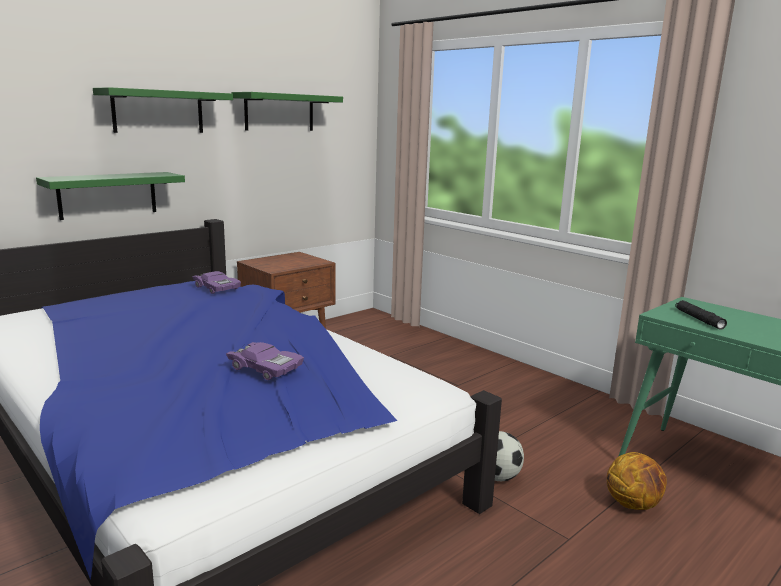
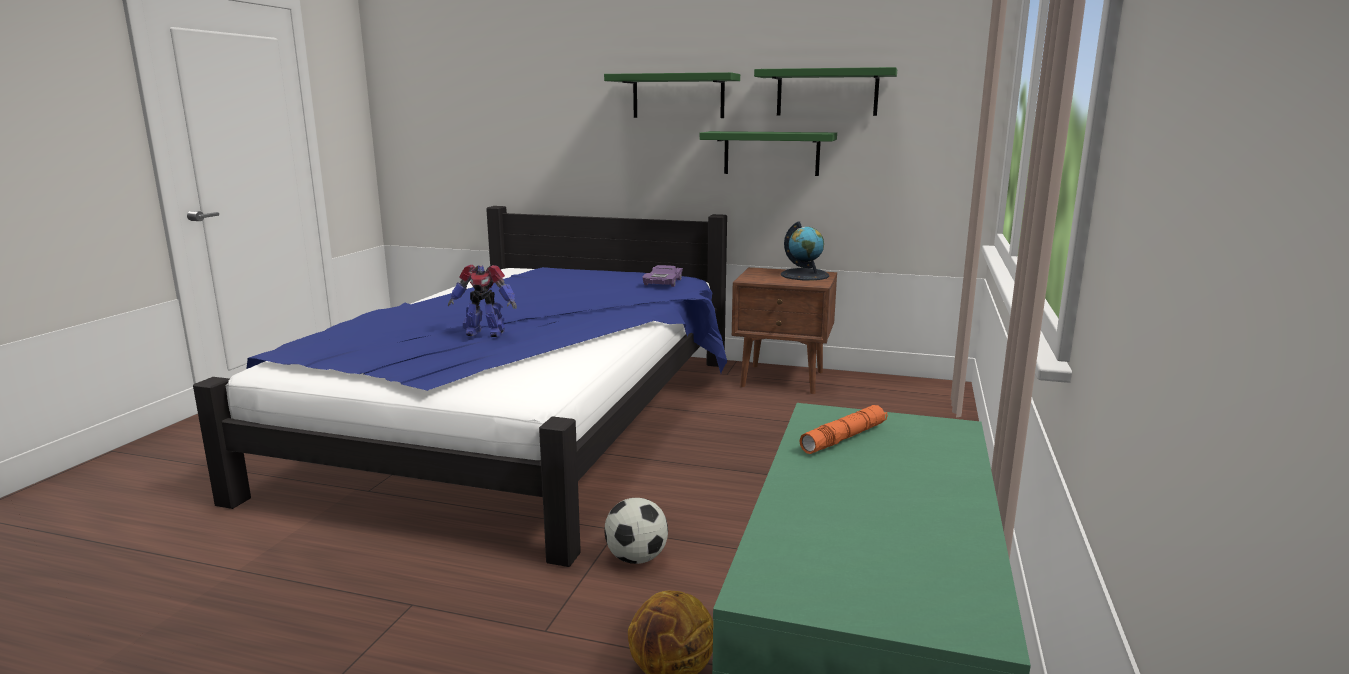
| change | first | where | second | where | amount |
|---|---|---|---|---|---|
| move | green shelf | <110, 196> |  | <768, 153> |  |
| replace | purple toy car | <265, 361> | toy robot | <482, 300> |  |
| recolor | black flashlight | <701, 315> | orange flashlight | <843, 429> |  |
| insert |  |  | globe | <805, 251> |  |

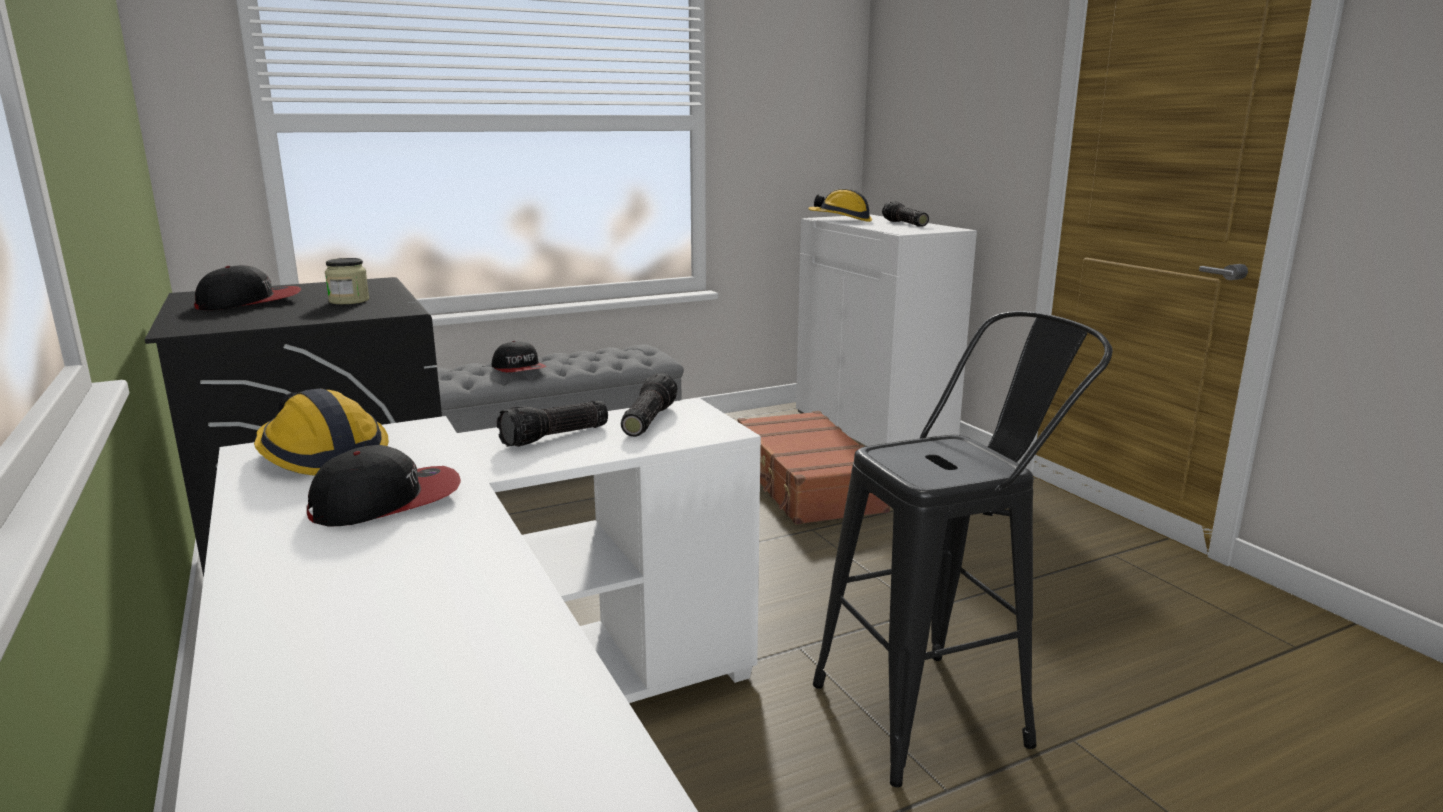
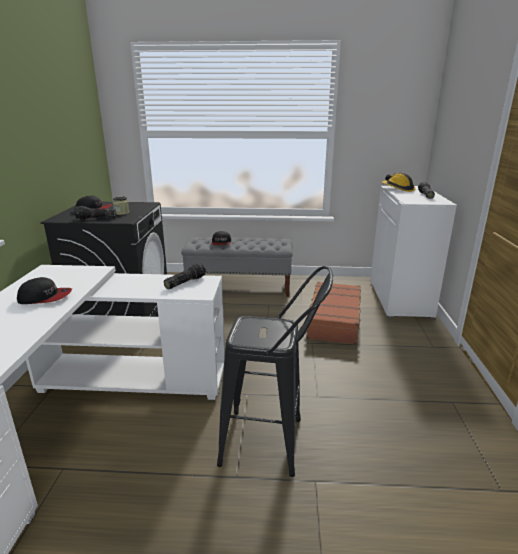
| change | first | where | second | where | amount |
|---|---|---|---|---|---|
| delete | hard hat | <321, 431> |  |  |  |
| move | flashlight | <552, 424> |  | <95, 212> |  |

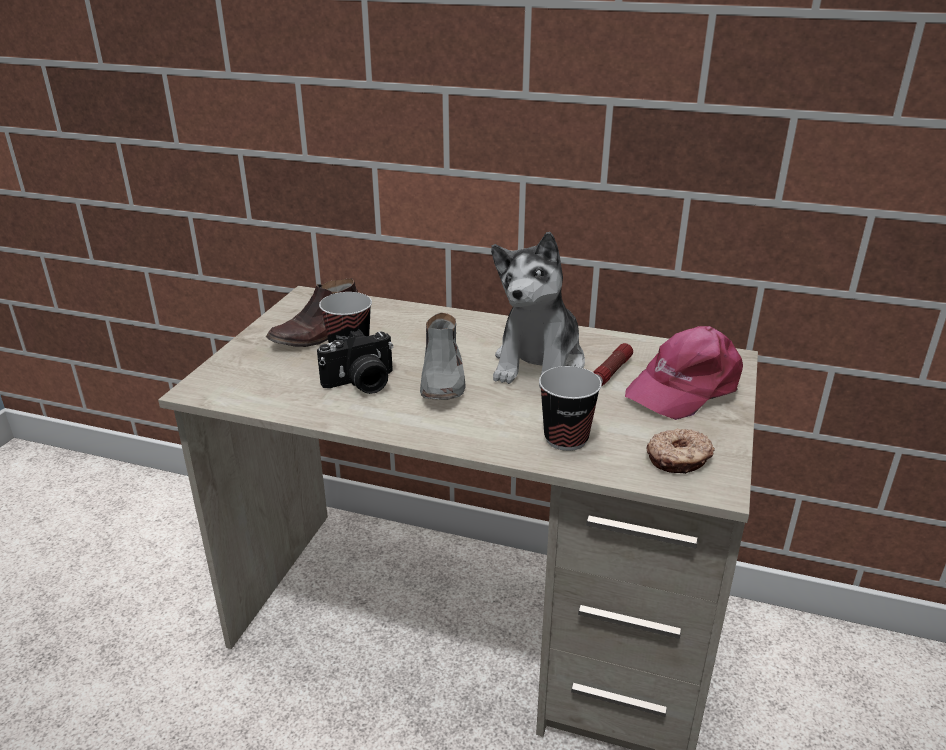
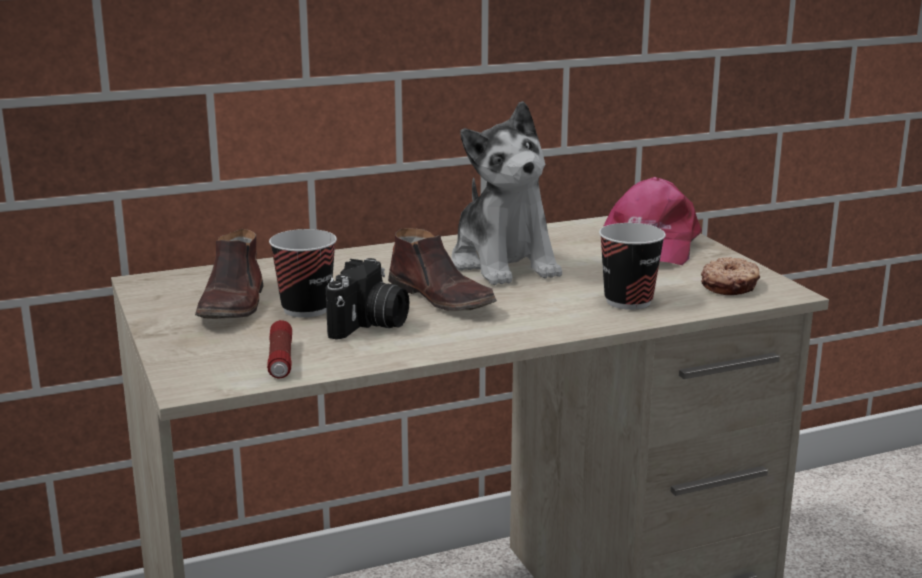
| change | first | where | second | where | amount |
|---|---|---|---|---|---|
| recolor | grey shoe | <443, 356> | brown shoe | <442, 269> |  |
| move | flashlight | <613, 364> |  | <279, 349> |  |

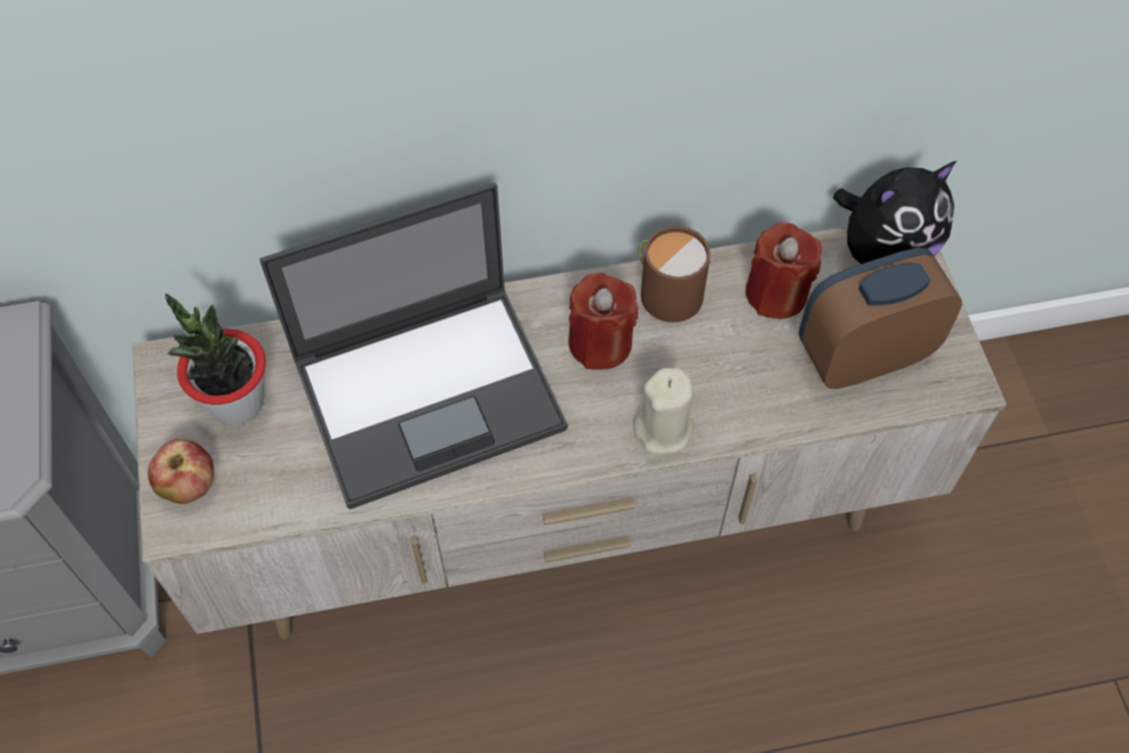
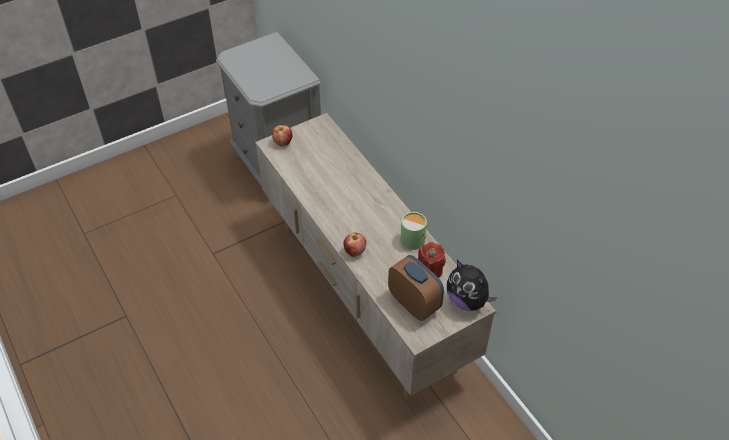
| change | first | where | second | where | amount |
|---|---|---|---|---|---|
| delete | potted plant | <215, 359> |  |  |  |
| delete | laptop | <414, 346> |  |  |  |
| delete | red candle | <603, 321> |  |  |  |
| replace | beige candle | <663, 410> | apple | <355, 244> |  |
| recolor | brown mug | <674, 274> | green mug | <414, 231> |  |

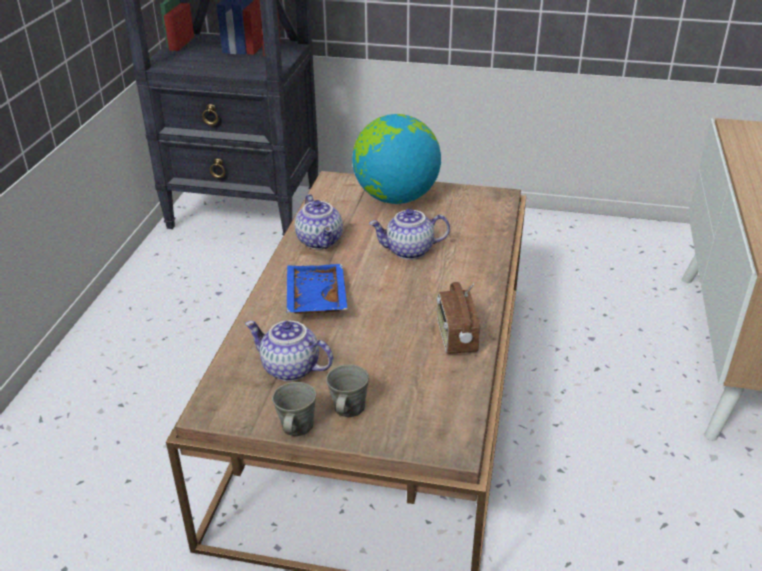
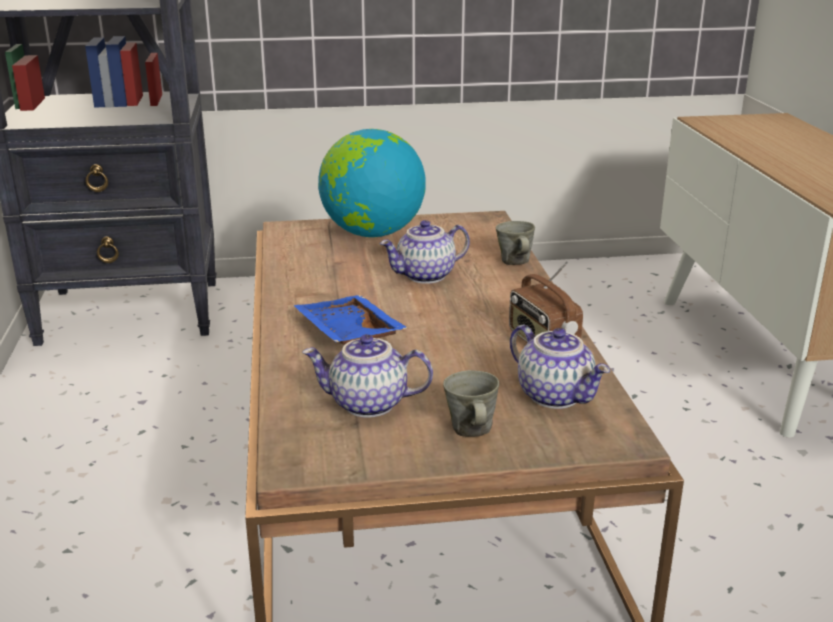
| change | first | where | second | where | amount |
|---|---|---|---|---|---|
| move | grey mug | <294, 409> |  | <515, 243> |  |
| move | teapot | <319, 221> |  | <560, 366> |  |

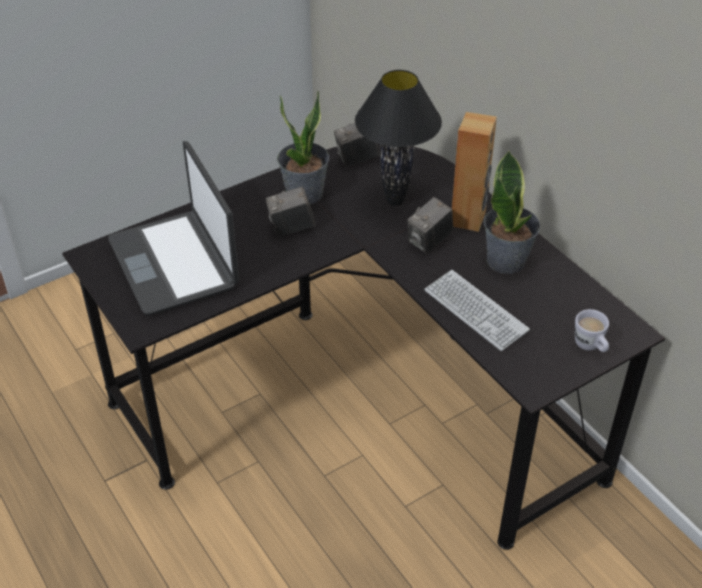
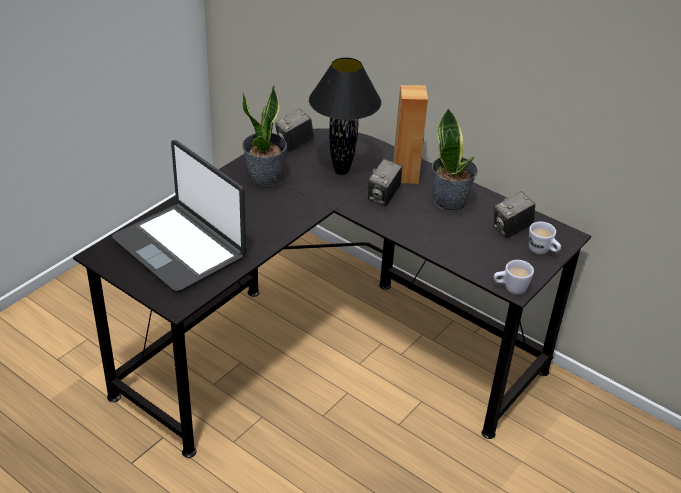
| change | first | where | second | where | amount |
|---|---|---|---|---|---|
| move | photo camera | <290, 211> |  | <514, 214> |  |
| delete | keyboard | <477, 310> |  |  |  |
| insert |  |  | white mug | <514, 277> |  |

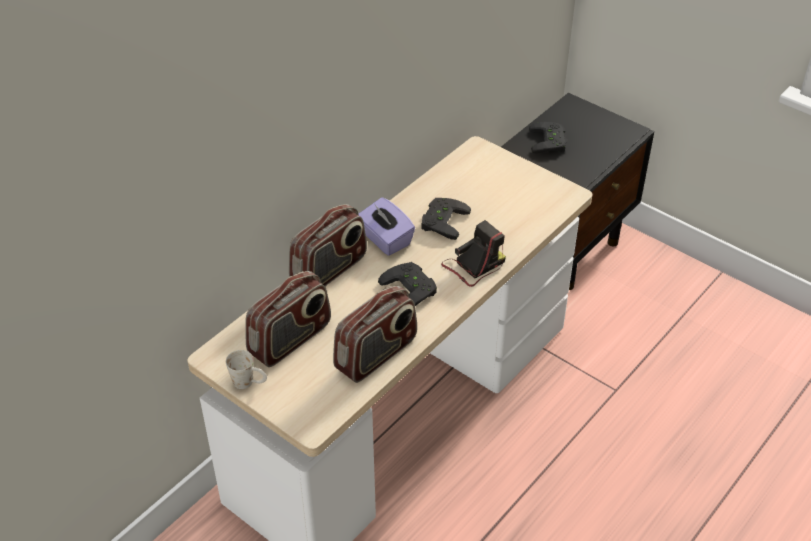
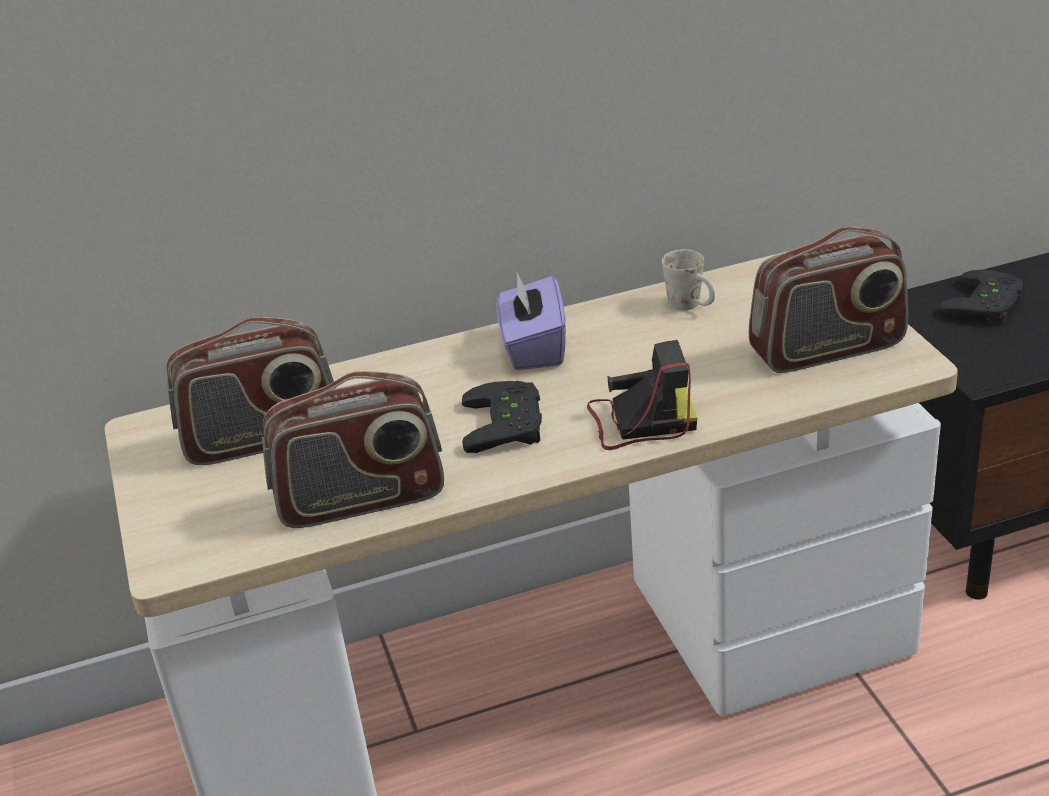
| change | first | where | second | where | amount |
|---|---|---|---|---|---|
| move | white mug | <246, 369> |  | <688, 279> |  |
| move | radio | <328, 245> |  | <828, 300> |  |
| delete | black game controller | <446, 219> |  |  |  |

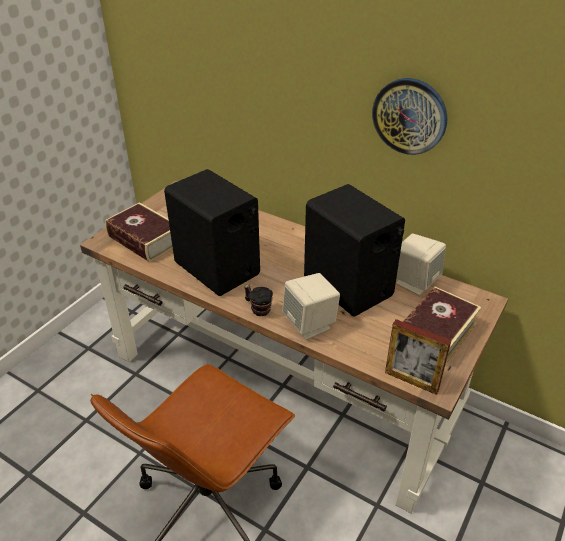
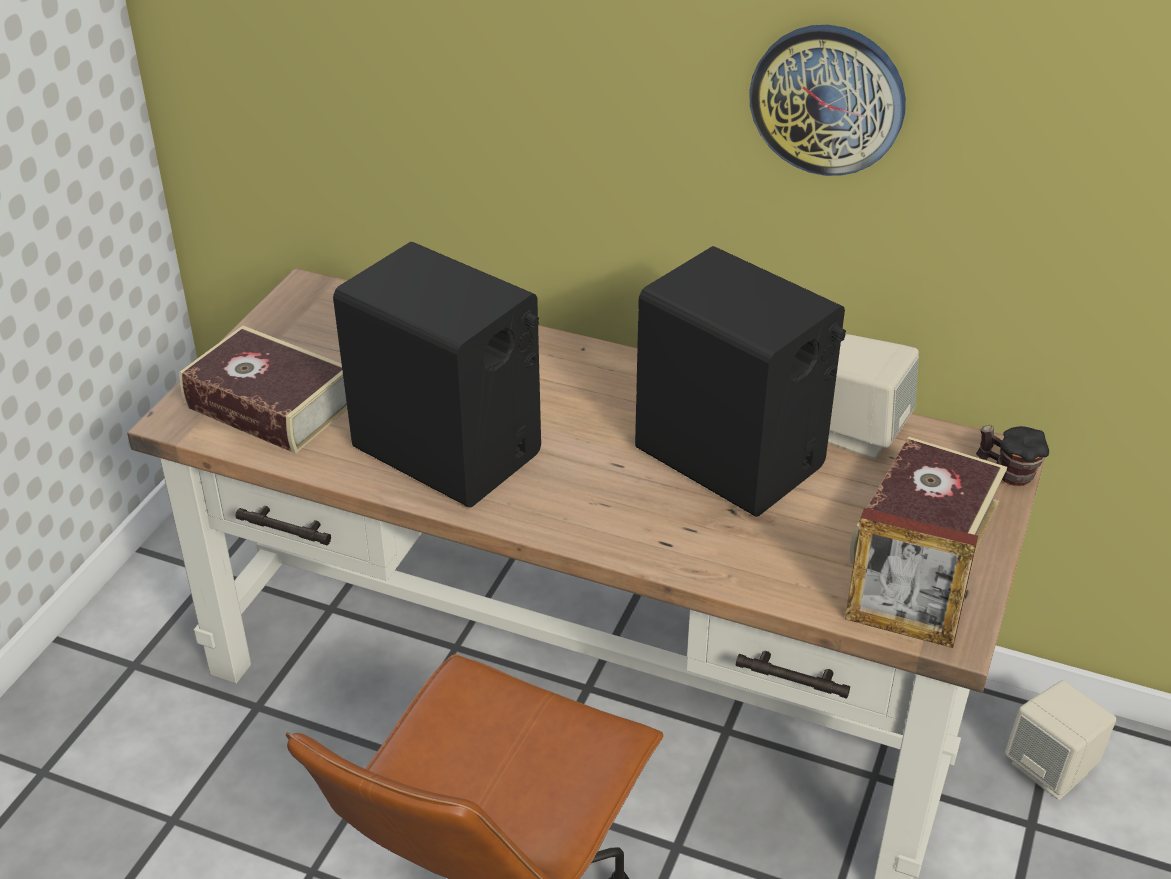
| change | first | where | second | where | amount |
|---|---|---|---|---|---|
| move | mug | <258, 300> |  | <1012, 455> |  |
| move | beige speaker | <311, 306> |  | <1060, 740> |  |

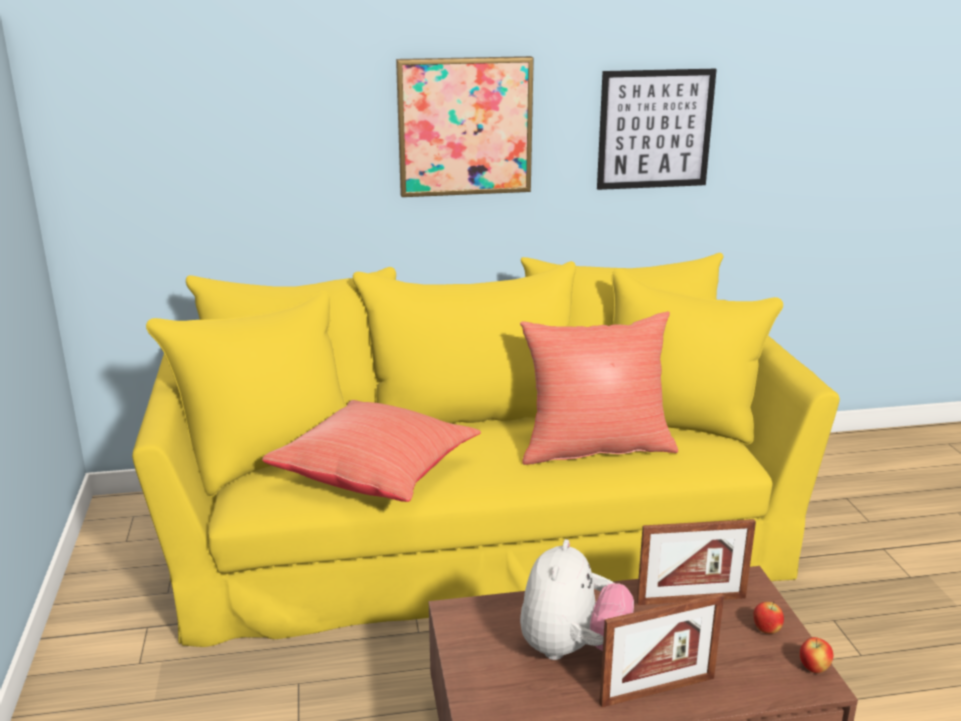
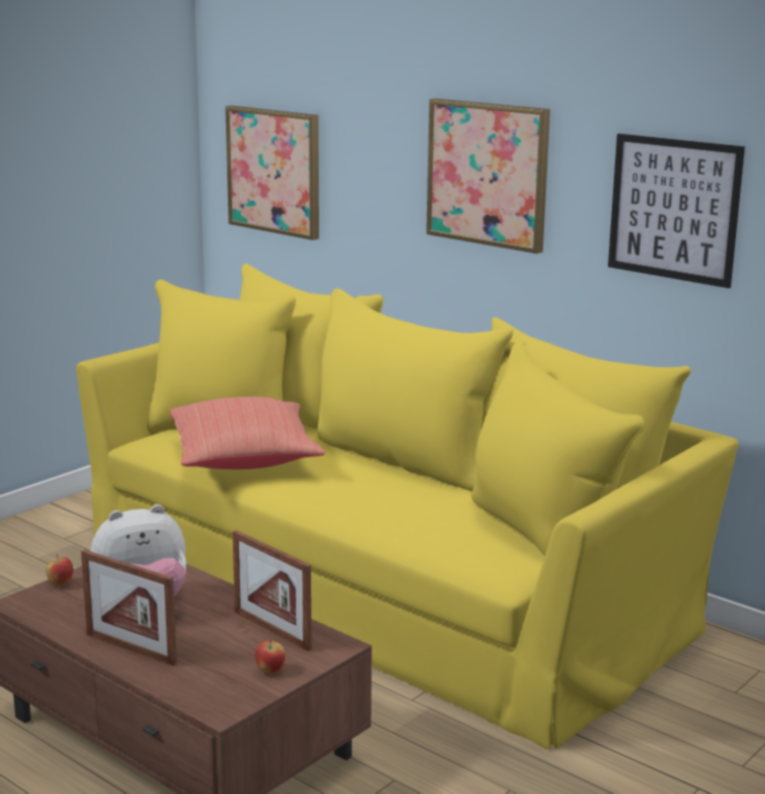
| change | first | where | second | where | amount |
|---|---|---|---|---|---|
| delete | red pillow | <599, 388> |  |  |  |
| move | apple | <817, 655> |  | <59, 570> |  |
| insert |  |  | picture | <272, 172> |  |

